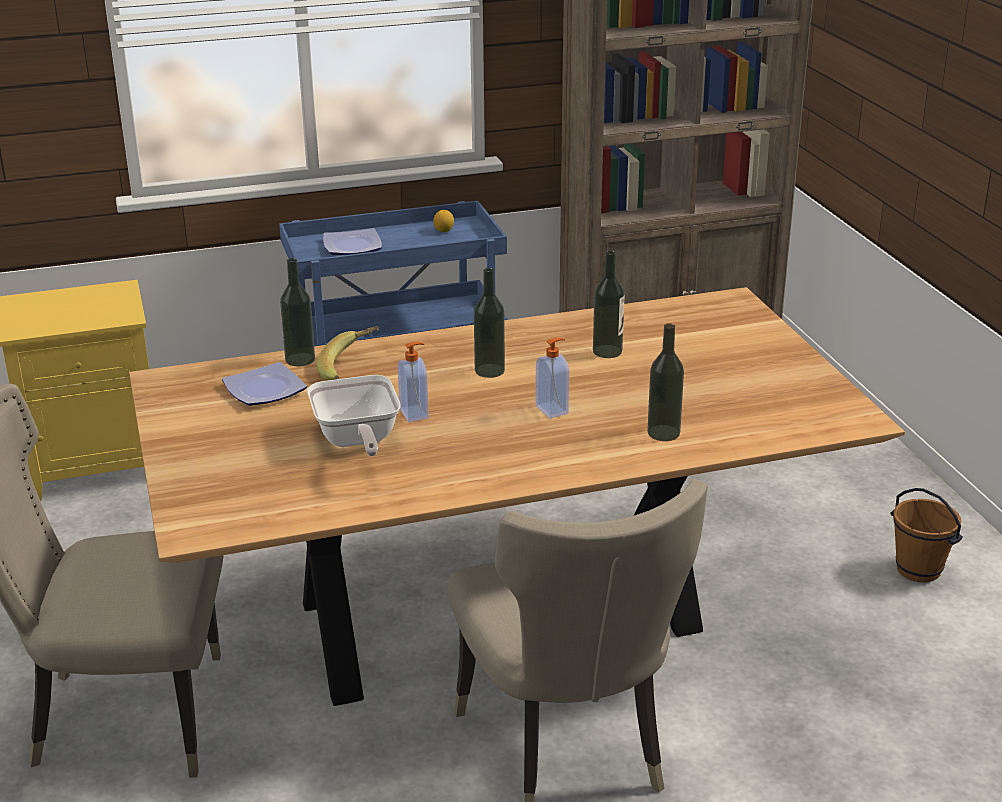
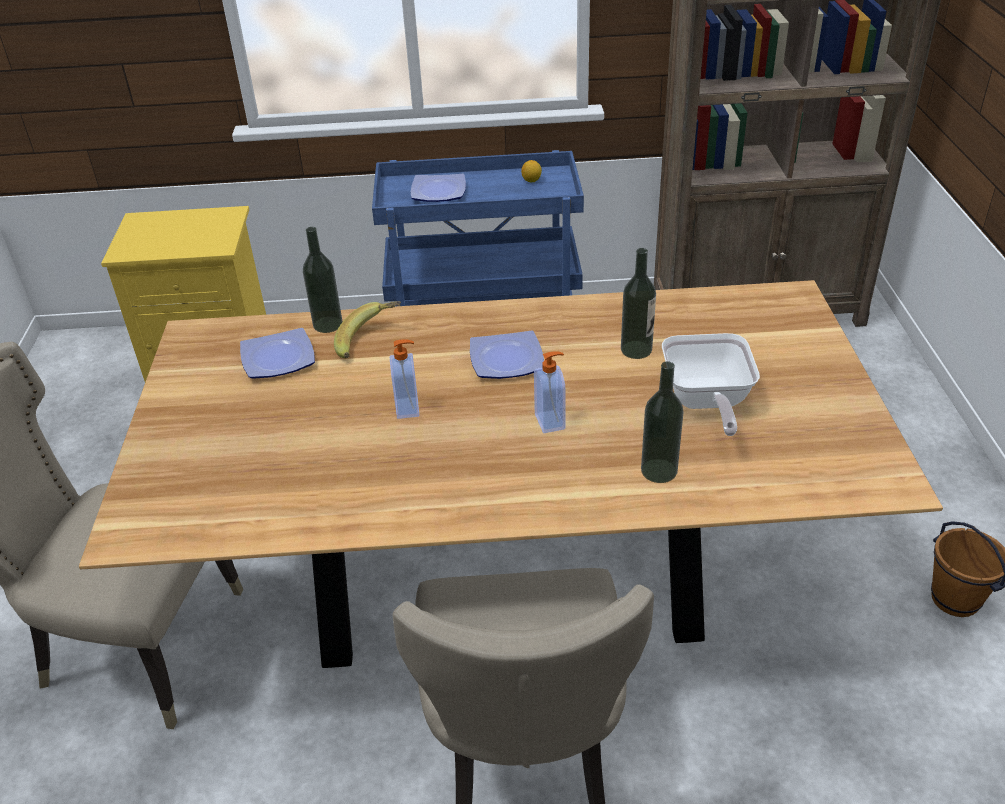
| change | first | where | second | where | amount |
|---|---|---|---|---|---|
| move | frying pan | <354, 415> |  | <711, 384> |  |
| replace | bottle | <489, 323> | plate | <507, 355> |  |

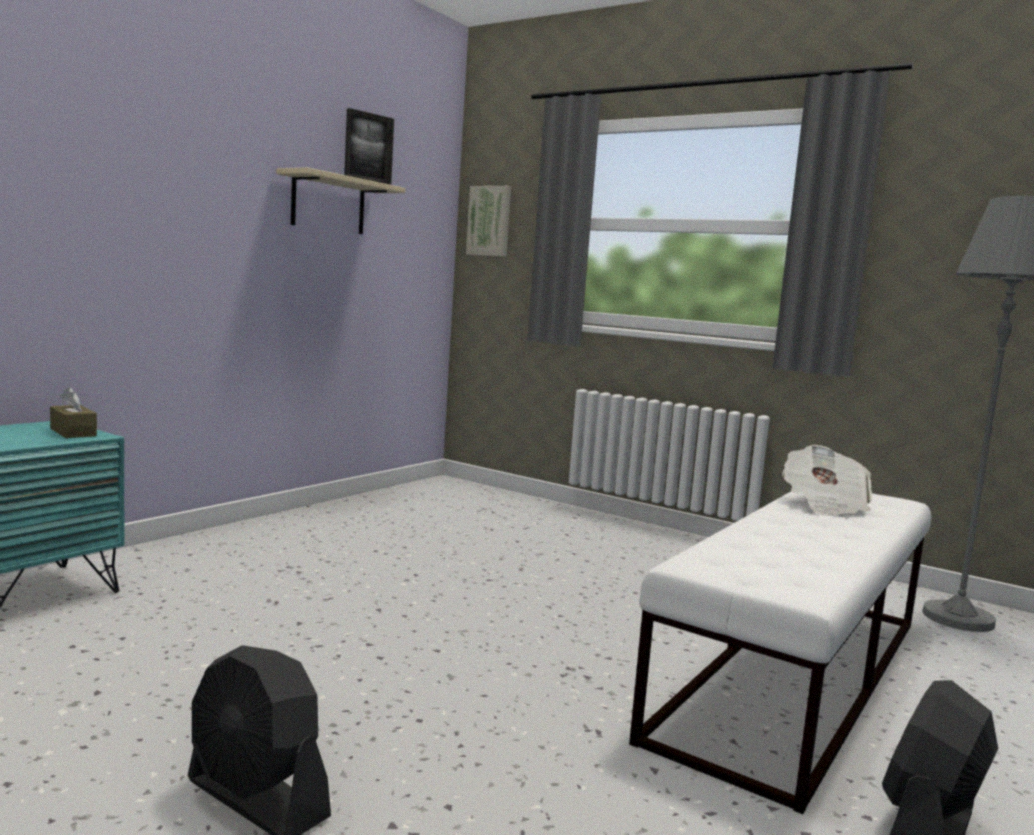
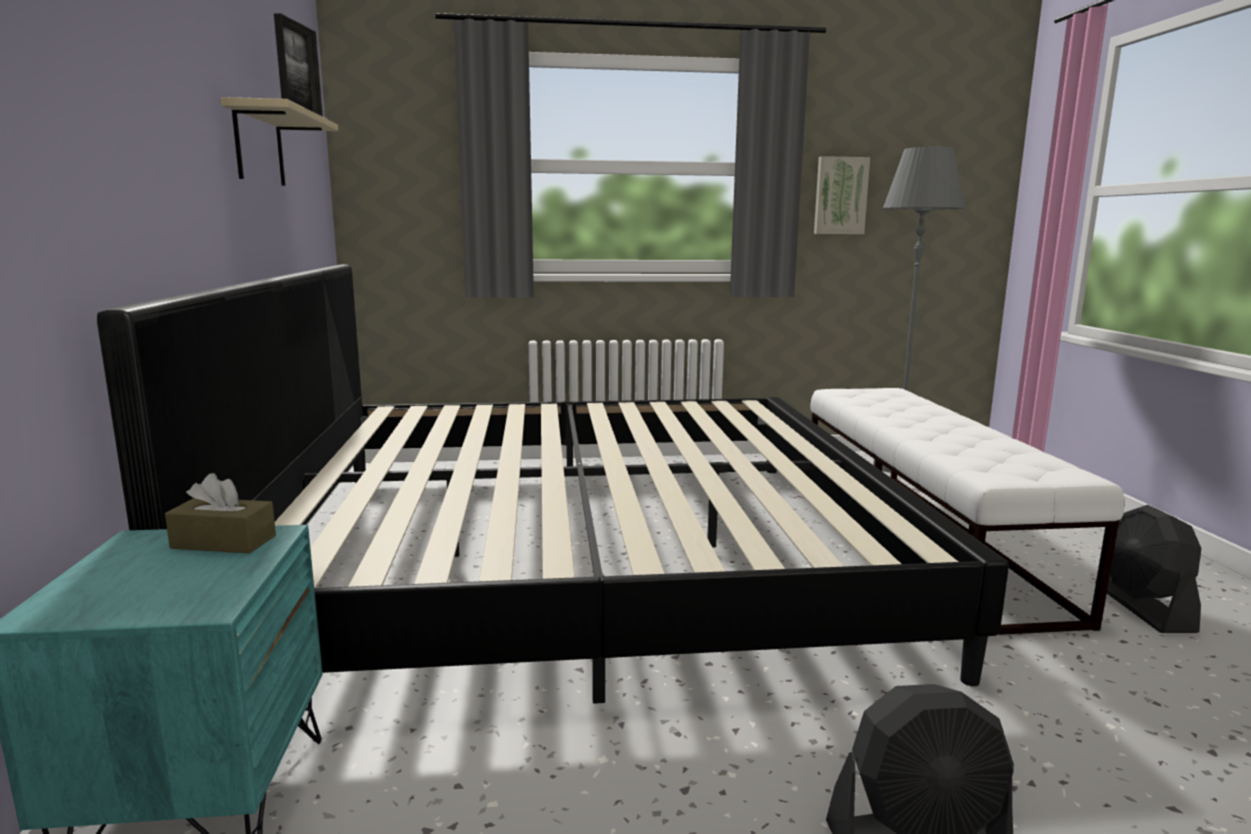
| change | first | where | second | where | amount |
|---|---|---|---|---|---|
| move | picture | <488, 221> |  | <842, 195> |  |
| delete | newspaper | <827, 480> |  |  |  |
| insert |  |  | bed | <553, 484> |  |

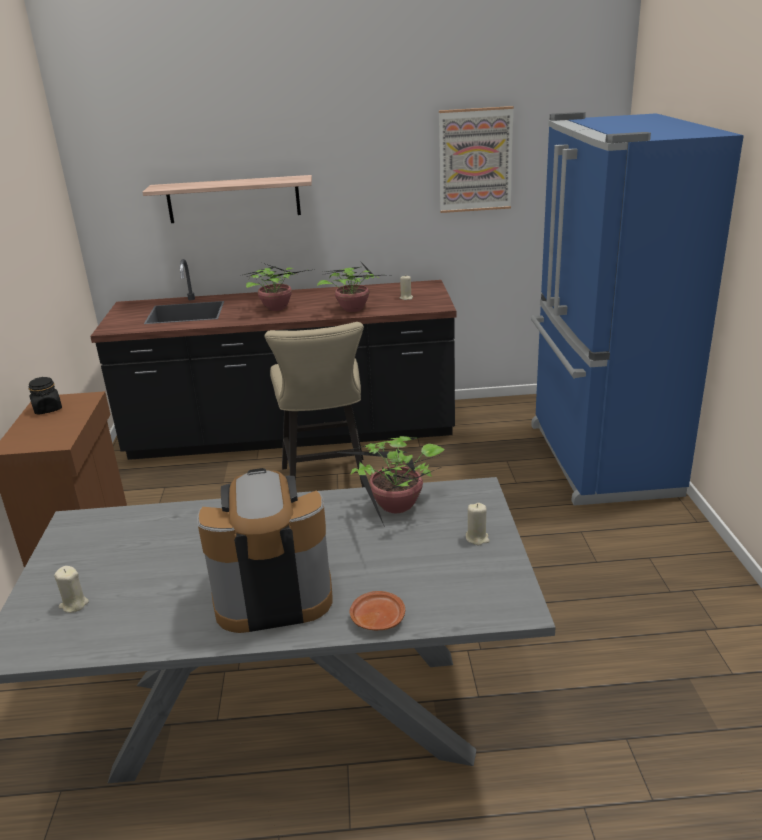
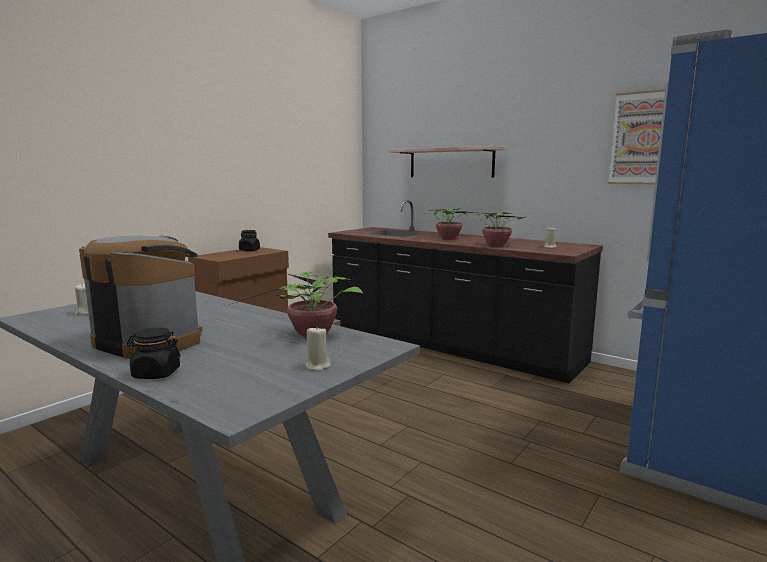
| change | first | where | second | where | amount |
|---|---|---|---|---|---|
| delete | beige stool | <315, 404> |  |  |  |
| replace | brown plate | <377, 610> | black jar | <154, 353> |  |

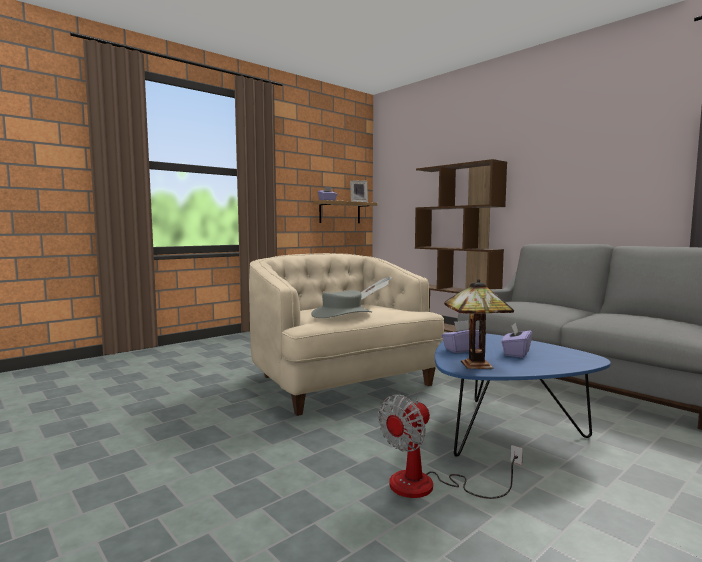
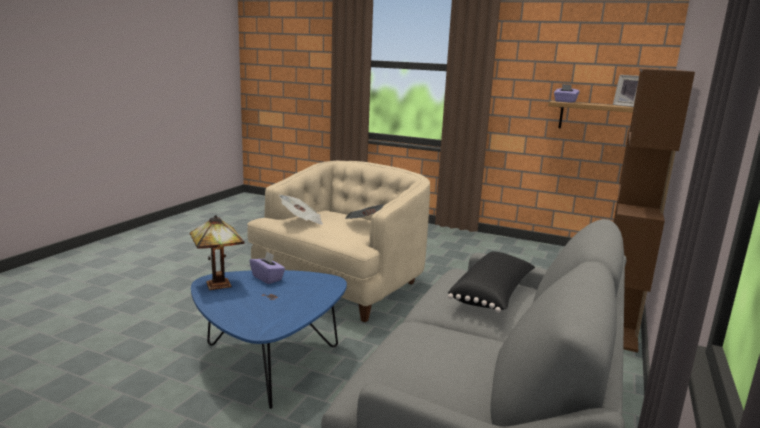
| change | first | where | second | where | amount |
|---|---|---|---|---|---|
| replace | grey hat | <341, 304> | newspaper | <301, 210> |  |
| delete | fan | <450, 447> |  |  |  |
| delete | purple tissue box | <516, 340> |  |  |  |
| insert |  |  | black pillow | <491, 282> |  |

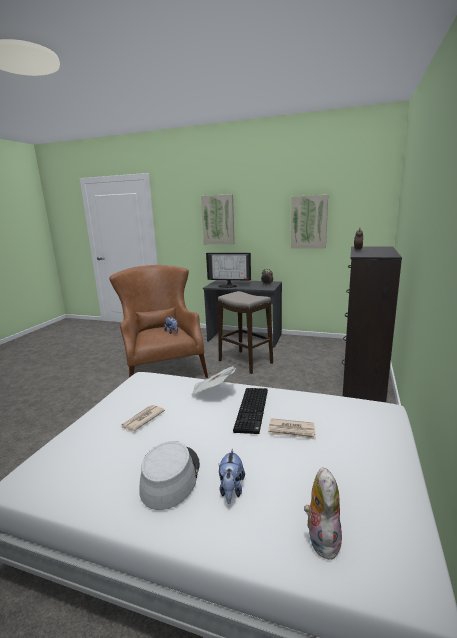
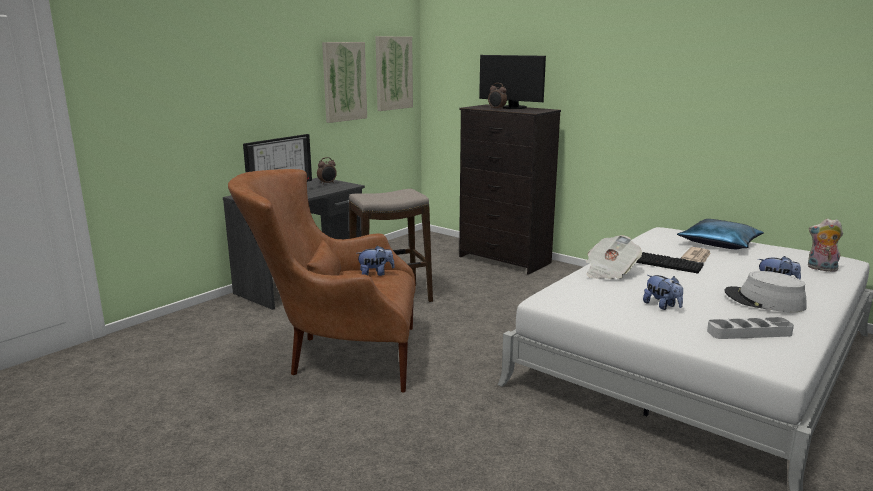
| change | first | where | second | where | amount |
|---|---|---|---|---|---|
| replace | newspaper | <142, 418> | plush toy | <663, 292> |  |
| move | picture | <218, 219> |  | <394, 73> |  |
| insert |  |  | monitor | <512, 82> |  |
| insert |  |  | blue pillow | <720, 234> |  |
| insert |  |  | grey tray | <750, 328> |  |

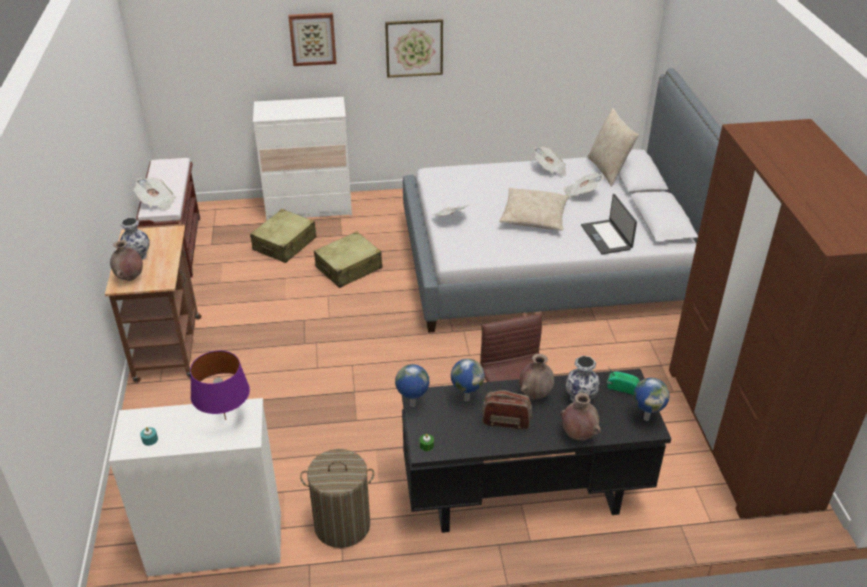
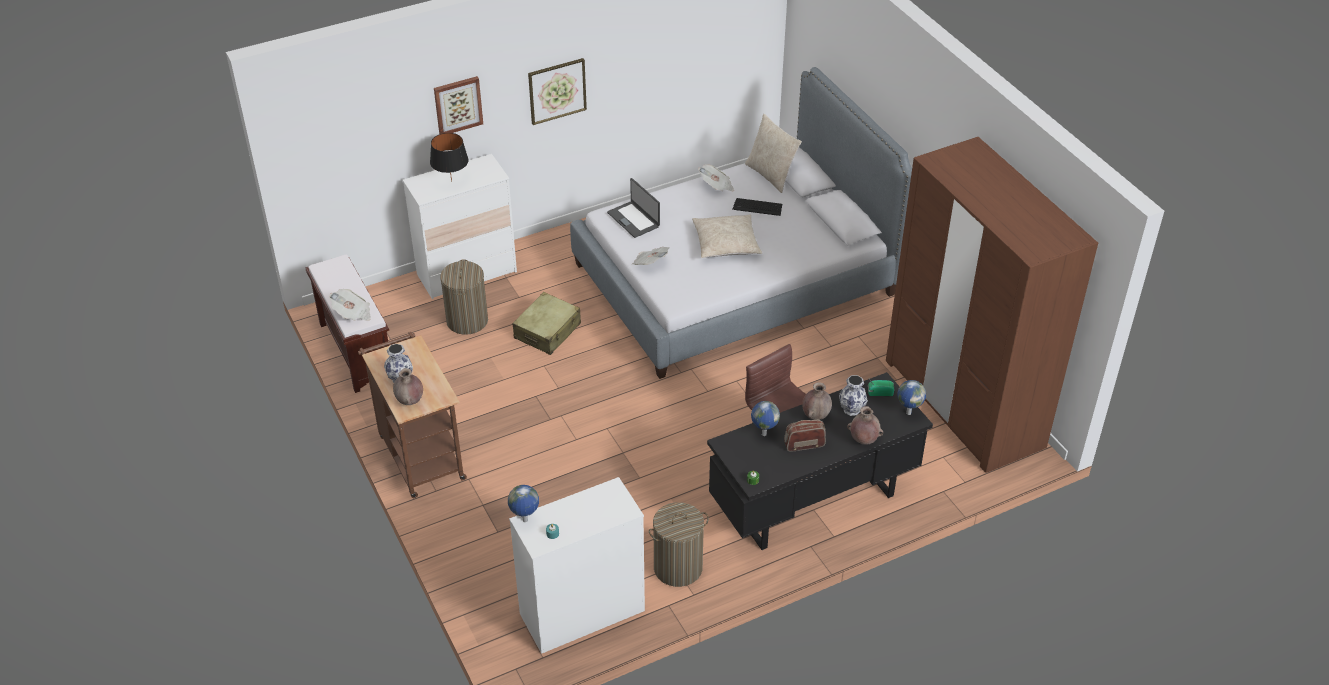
| change | first | where | second | where | amount |
|---|---|---|---|---|---|
| delete | purple table lamp | <220, 385> |  |  |  |
| replace | beige suitcase | <283, 236> | laundry basket | <464, 297> |  |
| move | globe | <412, 385> |  | <523, 503> |  |
| replace | newspaper | <583, 185> | keyboard | <757, 207> |  |
| move | laptop | <609, 224> |  | <633, 208> |  |
| insert |  |  | black table lamp | <449, 157> |  |

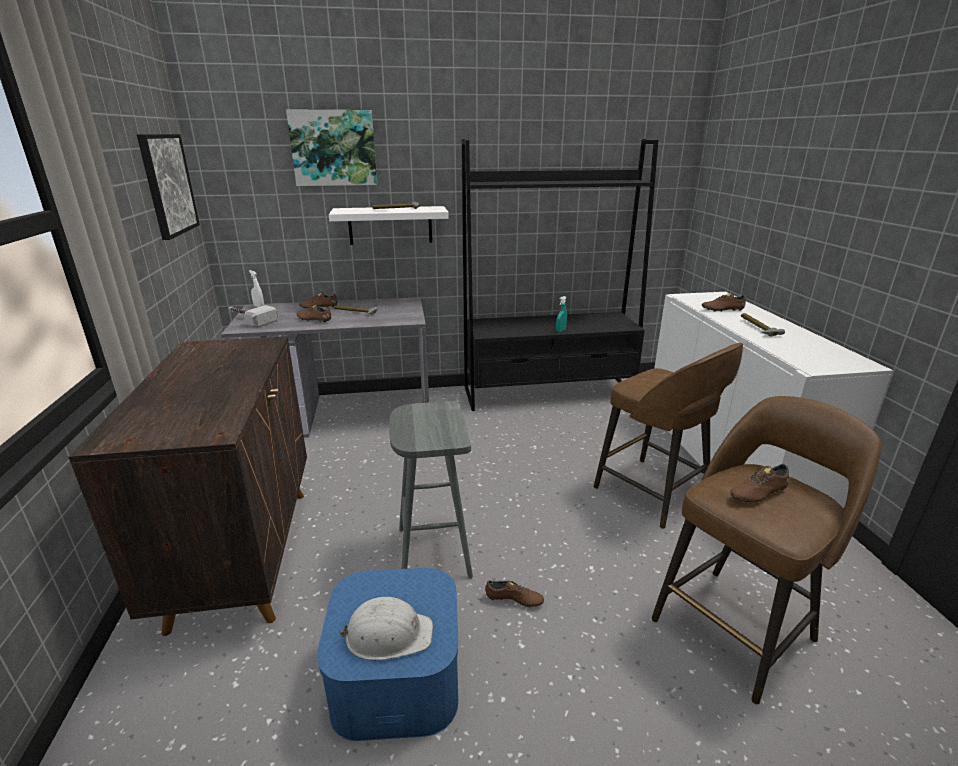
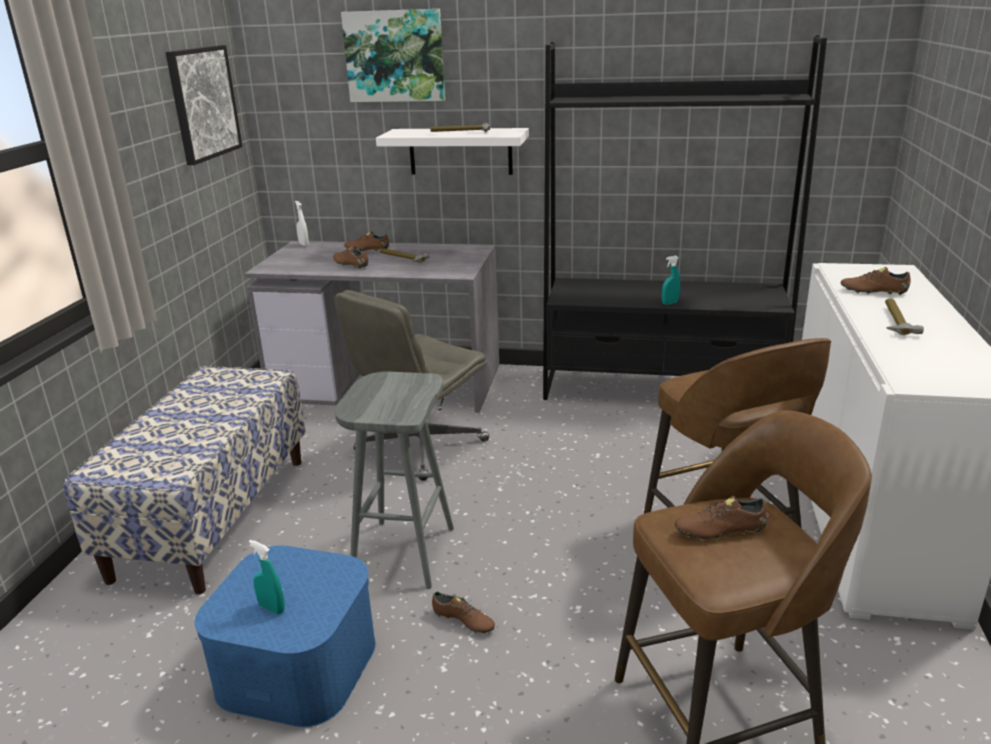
| change | first | where | second | where | amount |
|---|---|---|---|---|---|
| replace | brown cabinet | <187, 486> | bench | <184, 480> |  |
| delete | hammer | <253, 316> |  |  |  |
| replace | white hard hat | <386, 628> | turquoise spray bottle | <267, 577> |  |
| insert |  |  | grey office chair | <411, 385> |  |

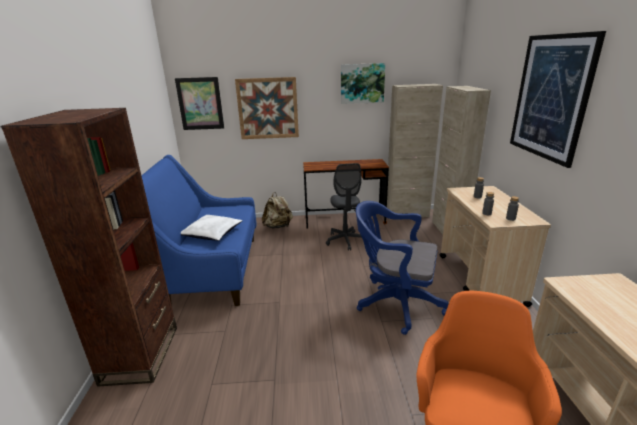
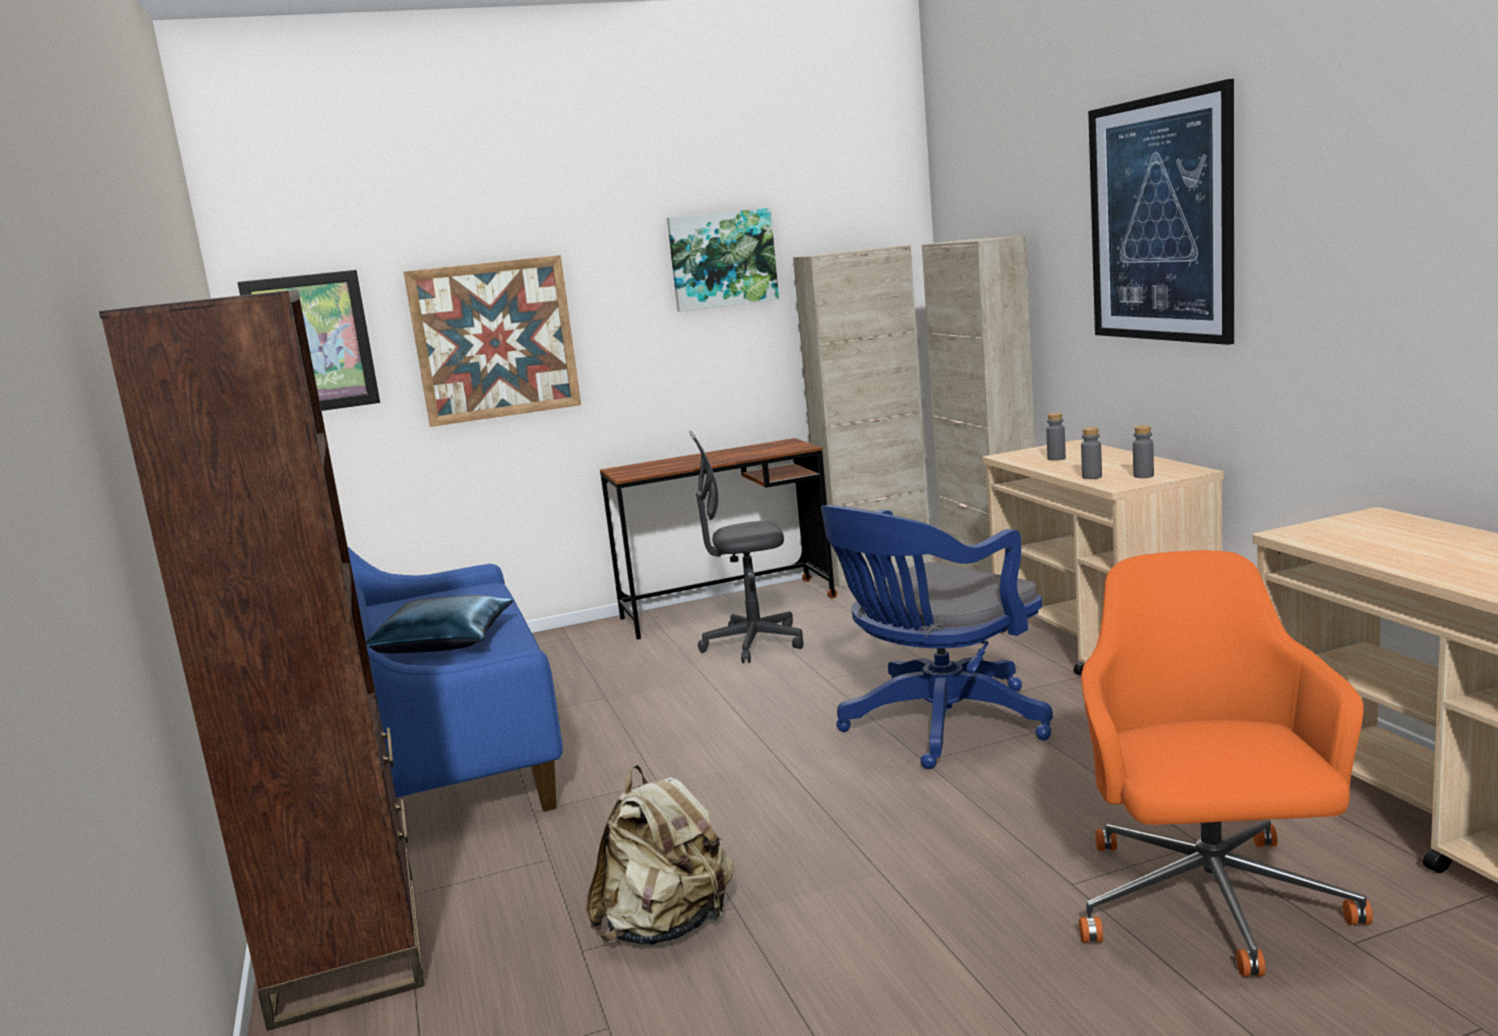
| change | first | where | second | where | amount |
|---|---|---|---|---|---|
| recolor | white pillow | <212, 228> | blue pillow | <439, 624> |  |
| move | beige backpack | <277, 210> |  | <660, 855> |  |
| rotate | grey office chair | <345, 207> |  | <746, 547> | 105 degrees clockwise |
| rotate | blue office chair | <402, 268> |  | <937, 637> | 45 degrees counterclockwise |

